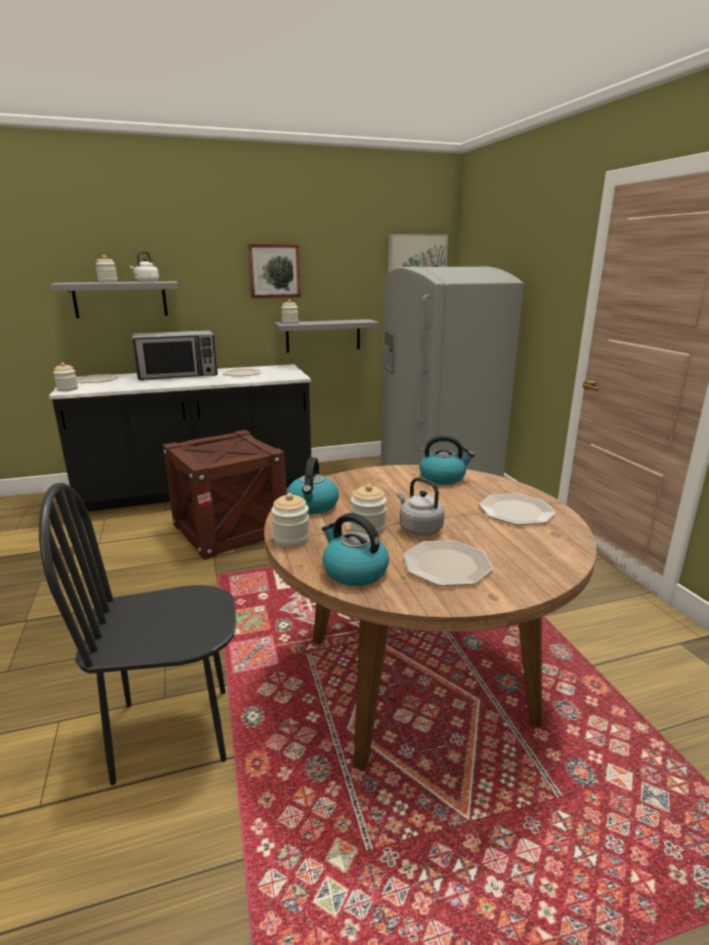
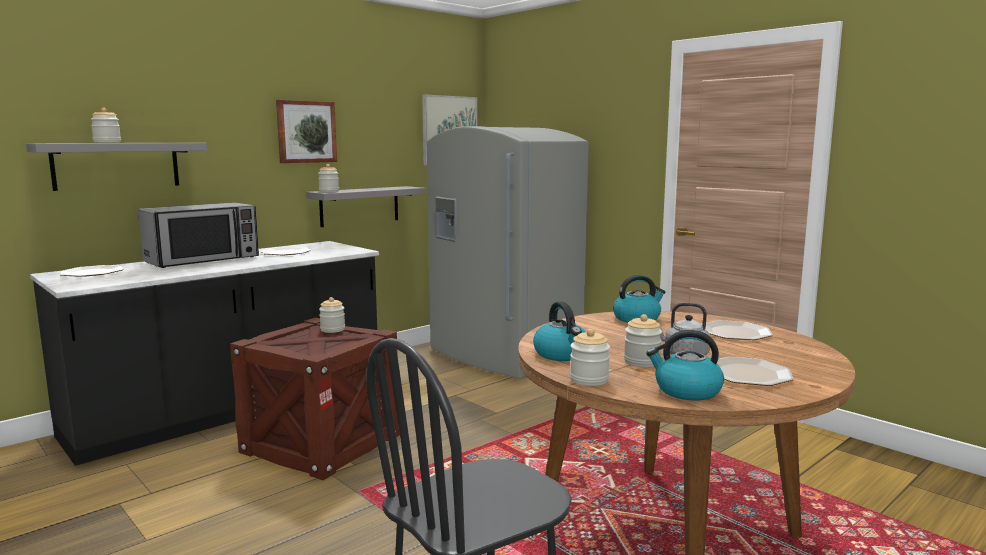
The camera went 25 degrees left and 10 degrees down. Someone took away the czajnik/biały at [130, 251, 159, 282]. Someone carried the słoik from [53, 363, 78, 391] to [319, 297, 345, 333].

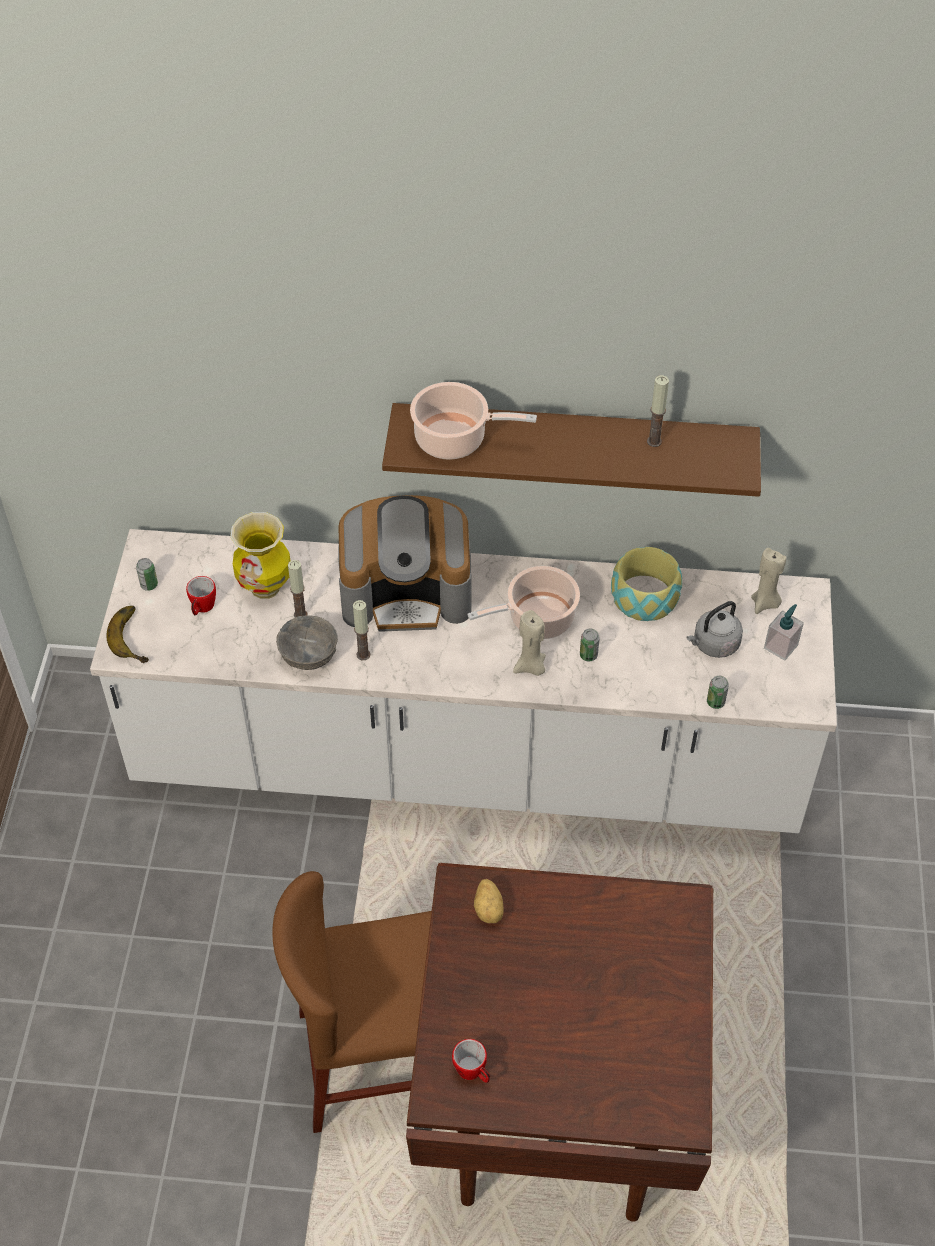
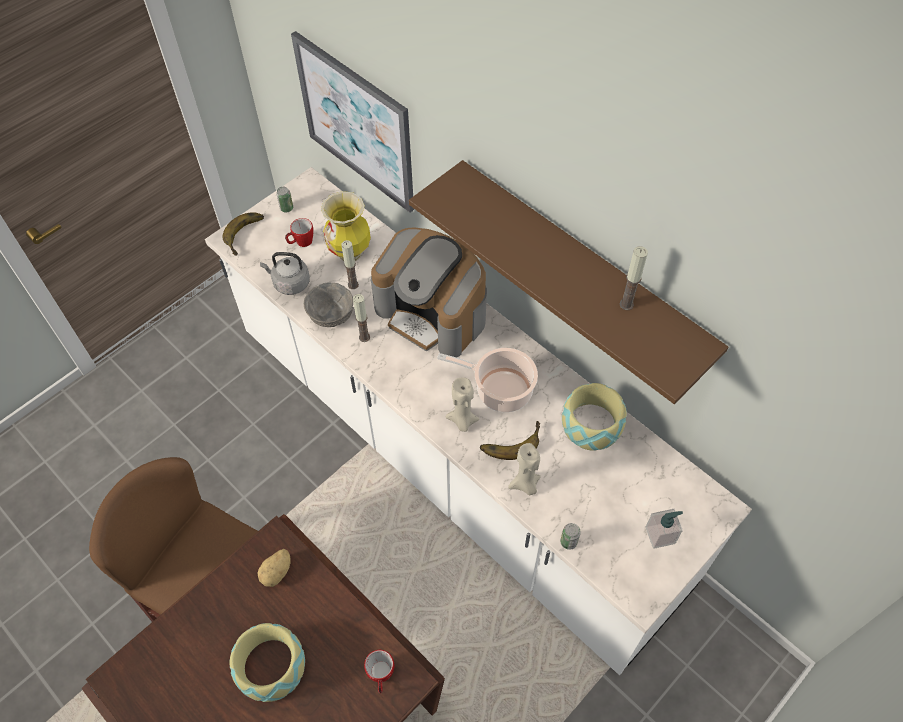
The camera went 40 degrees right and 5 degrees up. Someone took away the garnek at [410, 382, 537, 460]. Someone put down the miska at [230, 623, 305, 702]. Someone put up the obraz at [291, 31, 414, 213]. Someone carried the kubek from [452, 1039, 490, 1083] to [364, 650, 395, 693]. Someone carried the czajnik/szary from [686, 601, 743, 658] to [260, 252, 310, 295]. Someone carried the świeca/beżowy from [751, 548, 786, 614] to [508, 443, 541, 495]. Someone swapped the puszka at [580, 628, 600, 661] for the banan at [480, 421, 540, 460].

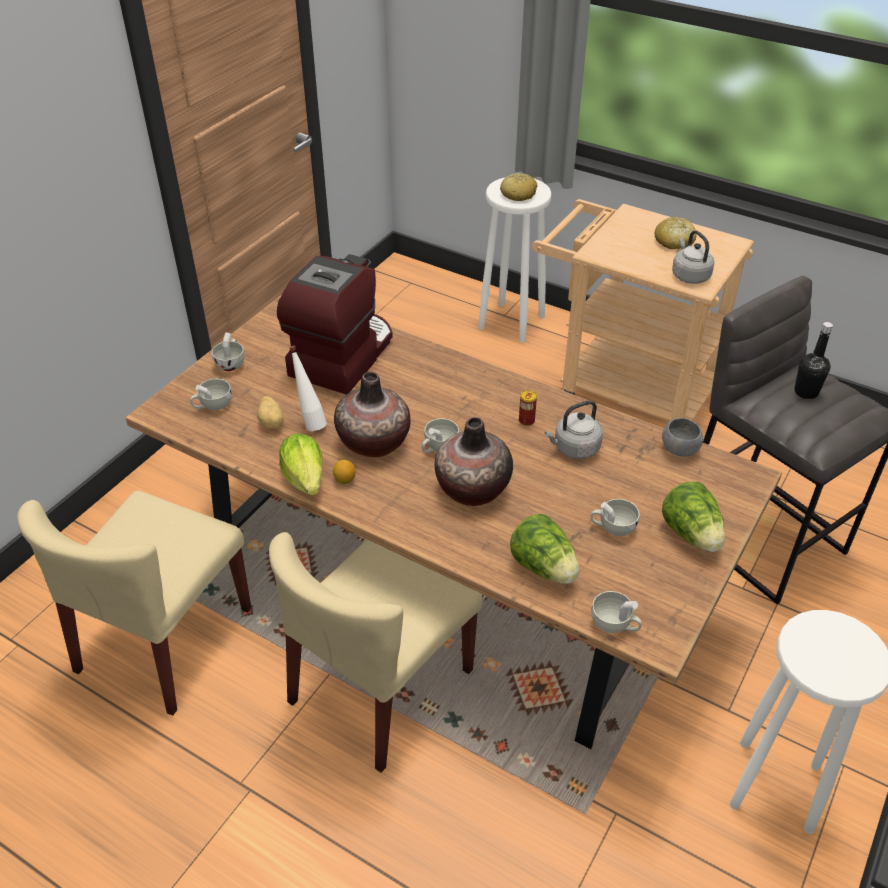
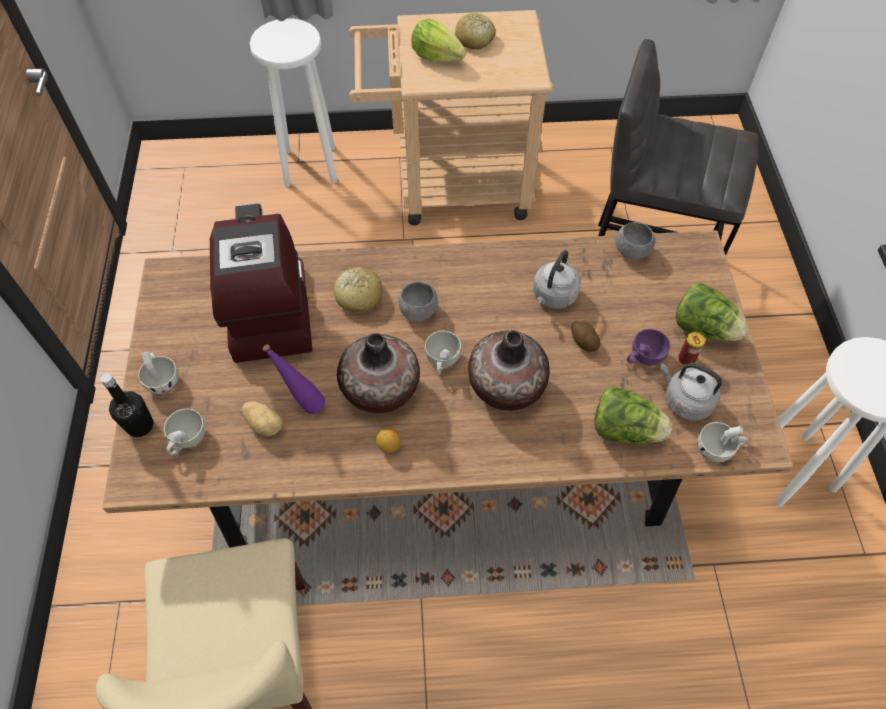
The camera went 35 degrees left and 15 degrees up. Someone took away the krzesło/beżowy at [269, 532, 483, 773]. Someone put down the miska/szary at [398, 281, 438, 321]. Someone put down the ziemniak at [571, 321, 600, 352]. Someone carried the sałata from [279, 433, 323, 496] to [412, 19, 466, 62]. Someone carried the chleb from [500, 173, 537, 201] to [334, 267, 383, 312]. Someone carried the puszka from [519, 390, 537, 426] to [678, 332, 705, 365]. Someone carried the czajnik/szary from [672, 230, 714, 284] to [660, 363, 722, 421]. Someone carried the butelka/czarny from [794, 322, 833, 399] to [101, 373, 153, 437]. Someone repainted the butelka/biały at [289, 346, 327, 431], which became the butelka/fioletowy at [263, 344, 325, 414]. Someone repainted the filiżanka/biały at [591, 499, 639, 536], which became the filiżanka/fioletowy at [627, 329, 671, 366].

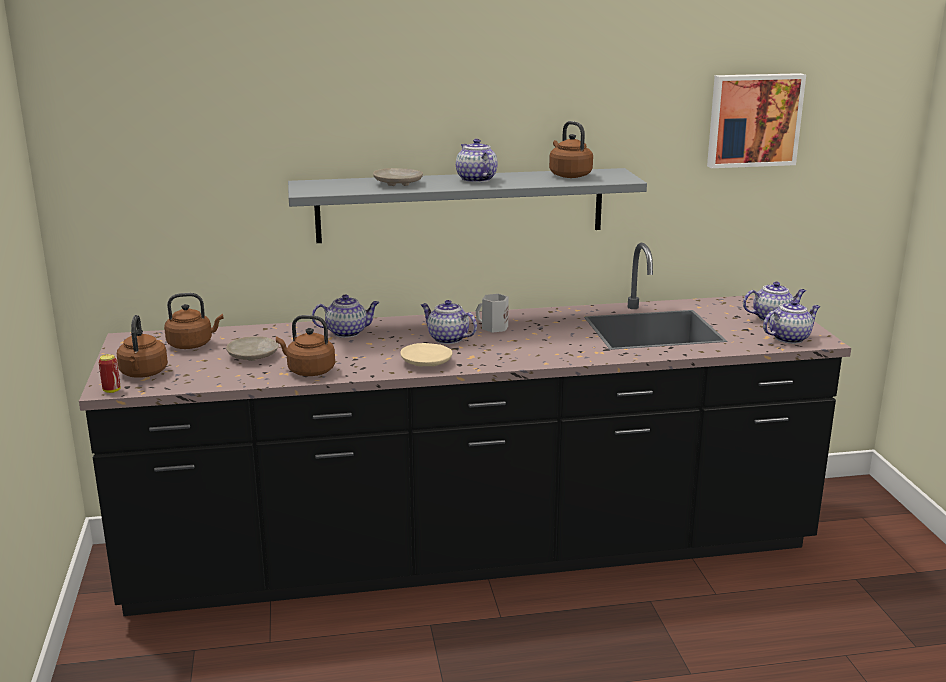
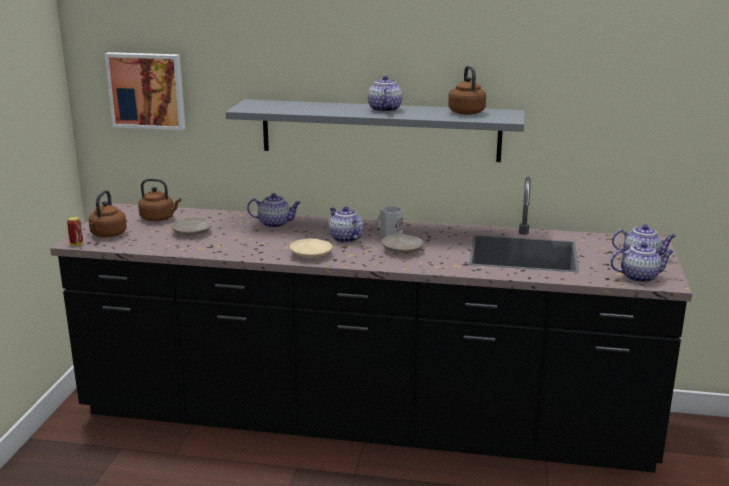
The camera went 20 degrees right and 0 degrees up. Someone took away the czajnik/brązowy at [276, 315, 335, 376]. Someone carried the talerz/beżowy from [373, 168, 423, 186] to [382, 234, 424, 254]. Someone carried the obraz from [707, 73, 806, 168] to [105, 52, 186, 130].

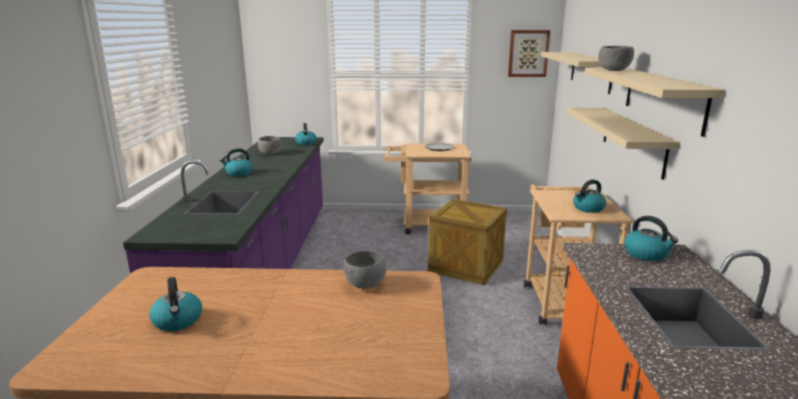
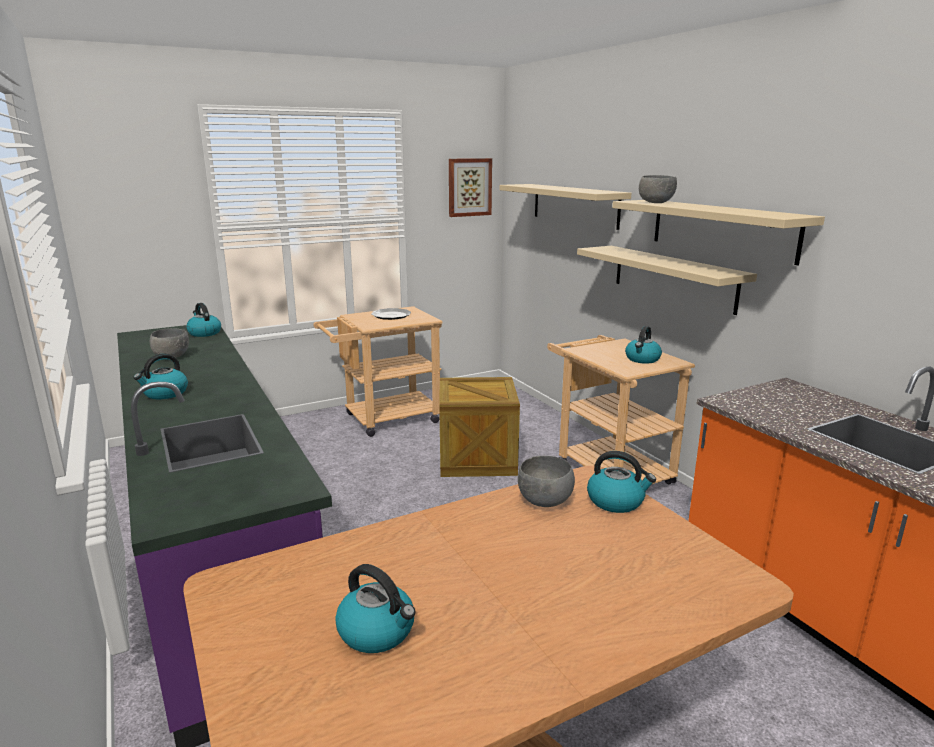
The camera went 30 degrees left and 0 degrees up. Someone carried the czajnik from [624, 216, 678, 261] to [587, 451, 656, 513].

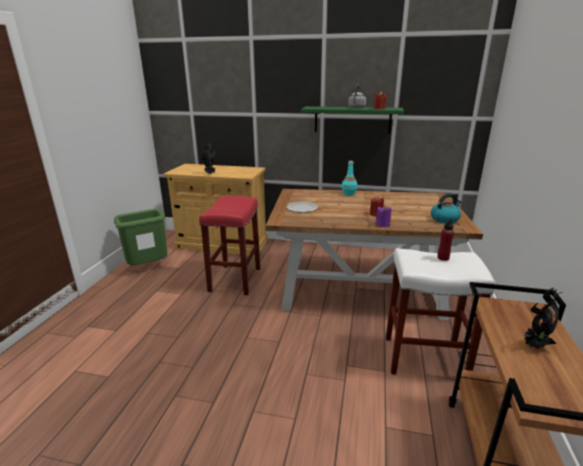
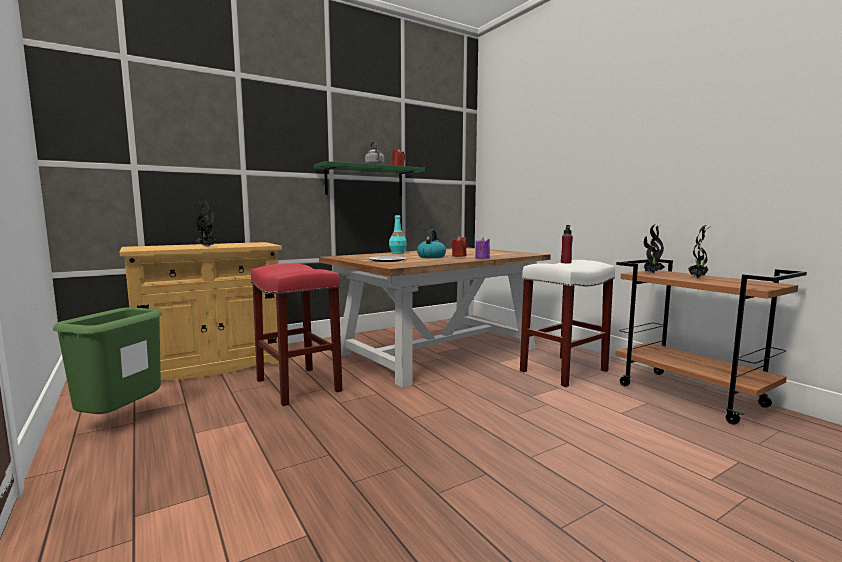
The camera went 45 degrees left and 15 degrees down. Someone put down the roślina doniczkowa at [643, 224, 665, 273]. Someone carried the czajnik from [431, 193, 461, 223] to [417, 229, 446, 258].

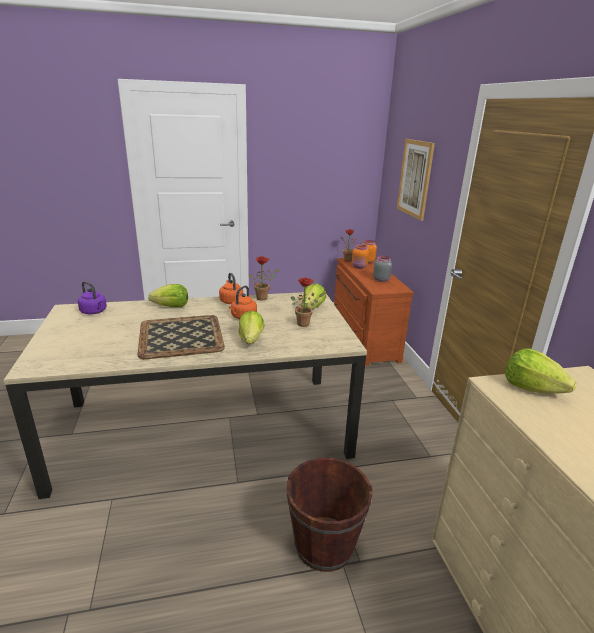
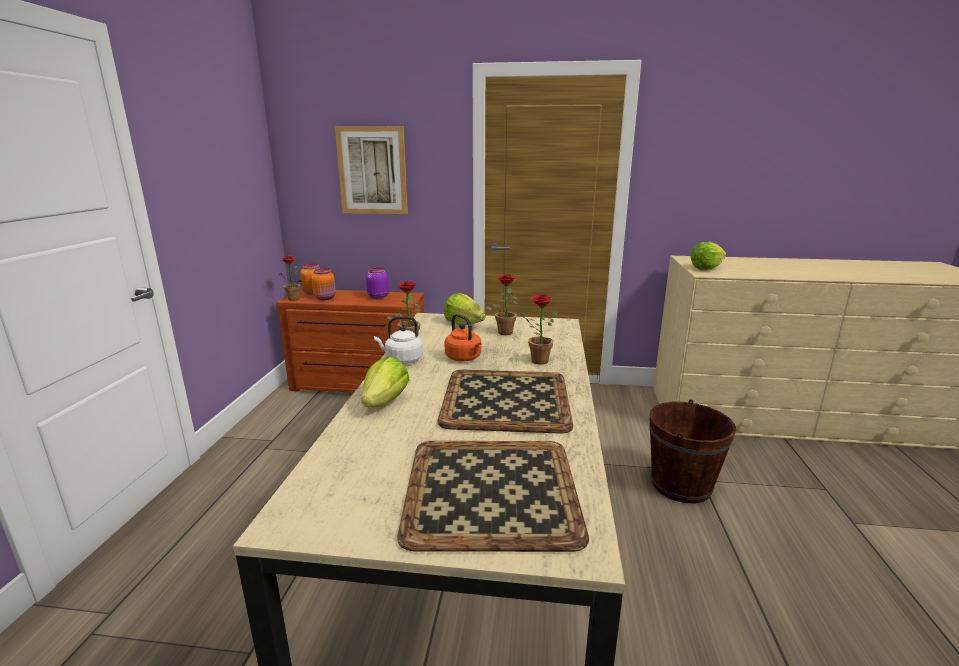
The camera went 70 degrees left and 5 degrees down. Someone took away the czajnik/fioletowy at [78, 281, 107, 315]. Someone put down the taca at [397, 441, 589, 552]. Someone swapped the sałata at [238, 311, 264, 344] for the roślina doniczkowa at [518, 294, 557, 365]. Someone repainted the czajnik/pomarańczowy at [219, 273, 243, 304], which became the czajnik/biały at [374, 316, 423, 364]. Someone repainted the słoik/szary at [373, 256, 392, 282], which became the słoik/fioletowy at [366, 267, 389, 299].

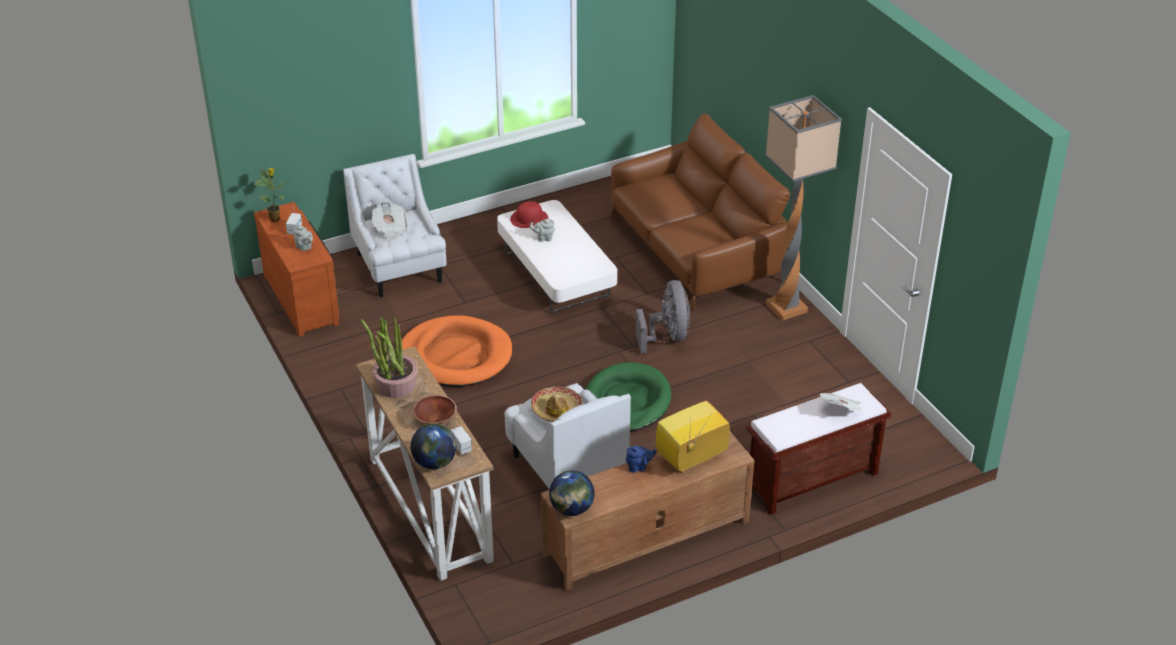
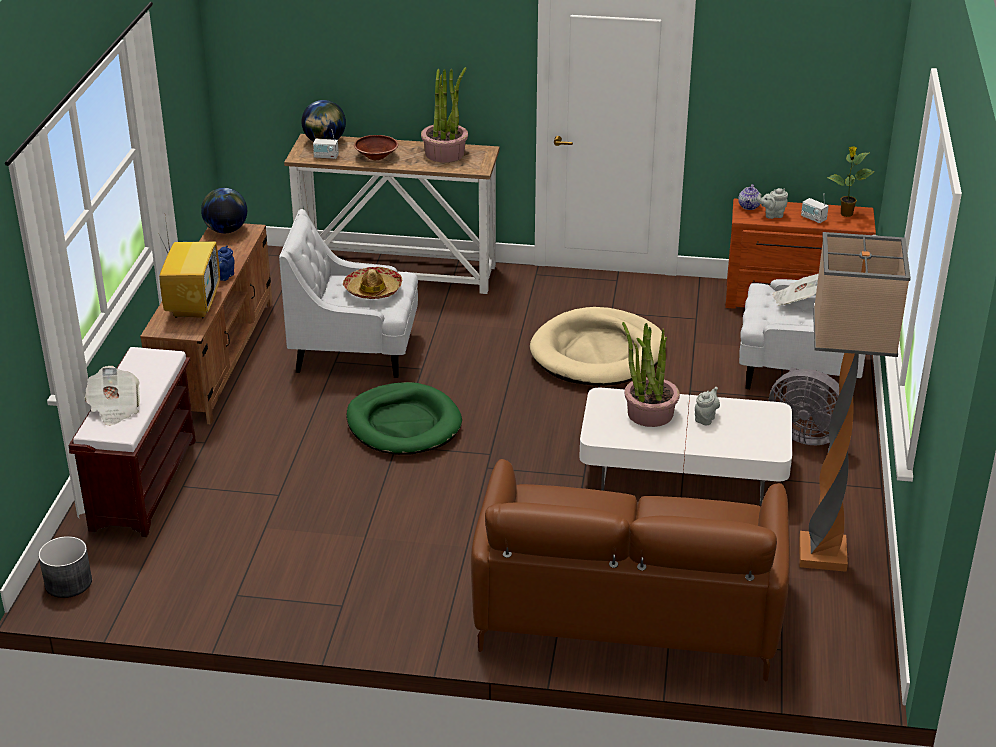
The camera went 125 degrees right and 5 degrees down. Someone took away the kapelusz/czerwony at [510, 201, 548, 228]. Someone put down the donica/szary at [38, 536, 92, 598]. Someone put down the roślina doniczkowa at [622, 322, 680, 427]. Someone put down the imbryk at [738, 184, 760, 210]. Someone carried the wentylator/szary from [636, 280, 690, 354] to [768, 367, 839, 445]. Someone carried the lampa stojąca from [765, 95, 842, 321] to [799, 232, 911, 572]. Someone repainted the legowisko/pomarańczowy at [402, 315, 512, 387], which became the legowisko/beżowy at [530, 307, 666, 386].

